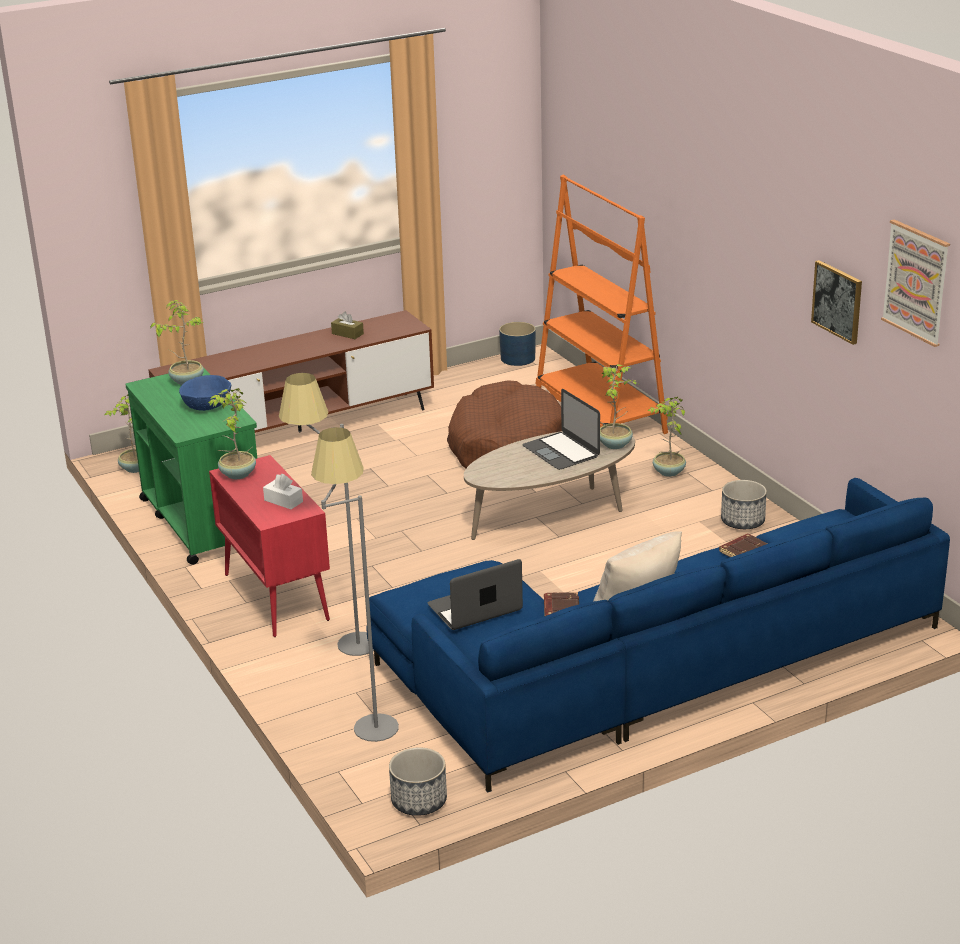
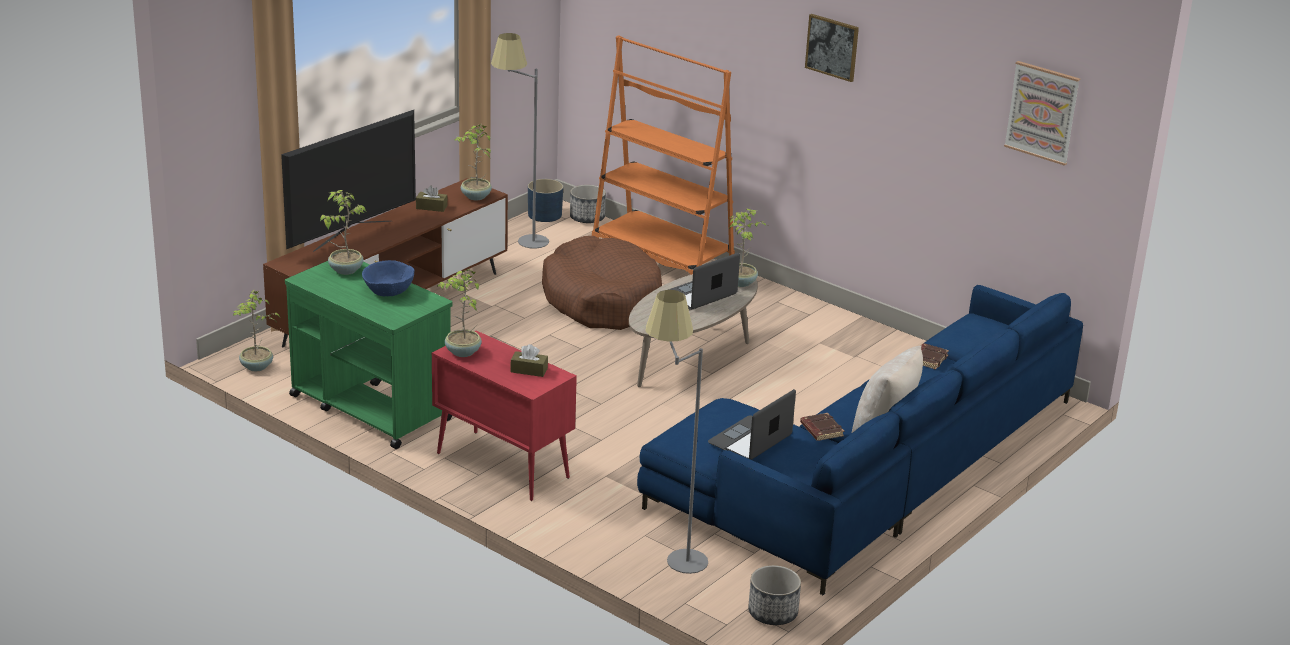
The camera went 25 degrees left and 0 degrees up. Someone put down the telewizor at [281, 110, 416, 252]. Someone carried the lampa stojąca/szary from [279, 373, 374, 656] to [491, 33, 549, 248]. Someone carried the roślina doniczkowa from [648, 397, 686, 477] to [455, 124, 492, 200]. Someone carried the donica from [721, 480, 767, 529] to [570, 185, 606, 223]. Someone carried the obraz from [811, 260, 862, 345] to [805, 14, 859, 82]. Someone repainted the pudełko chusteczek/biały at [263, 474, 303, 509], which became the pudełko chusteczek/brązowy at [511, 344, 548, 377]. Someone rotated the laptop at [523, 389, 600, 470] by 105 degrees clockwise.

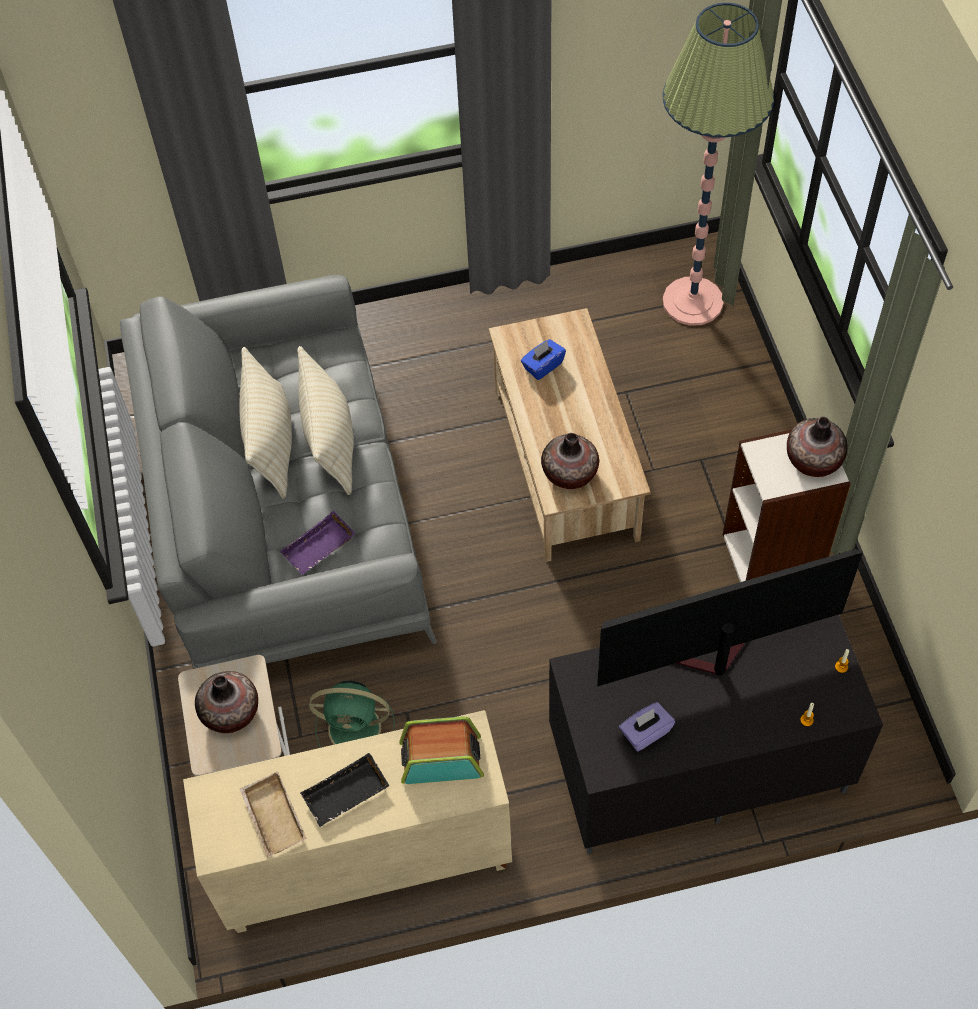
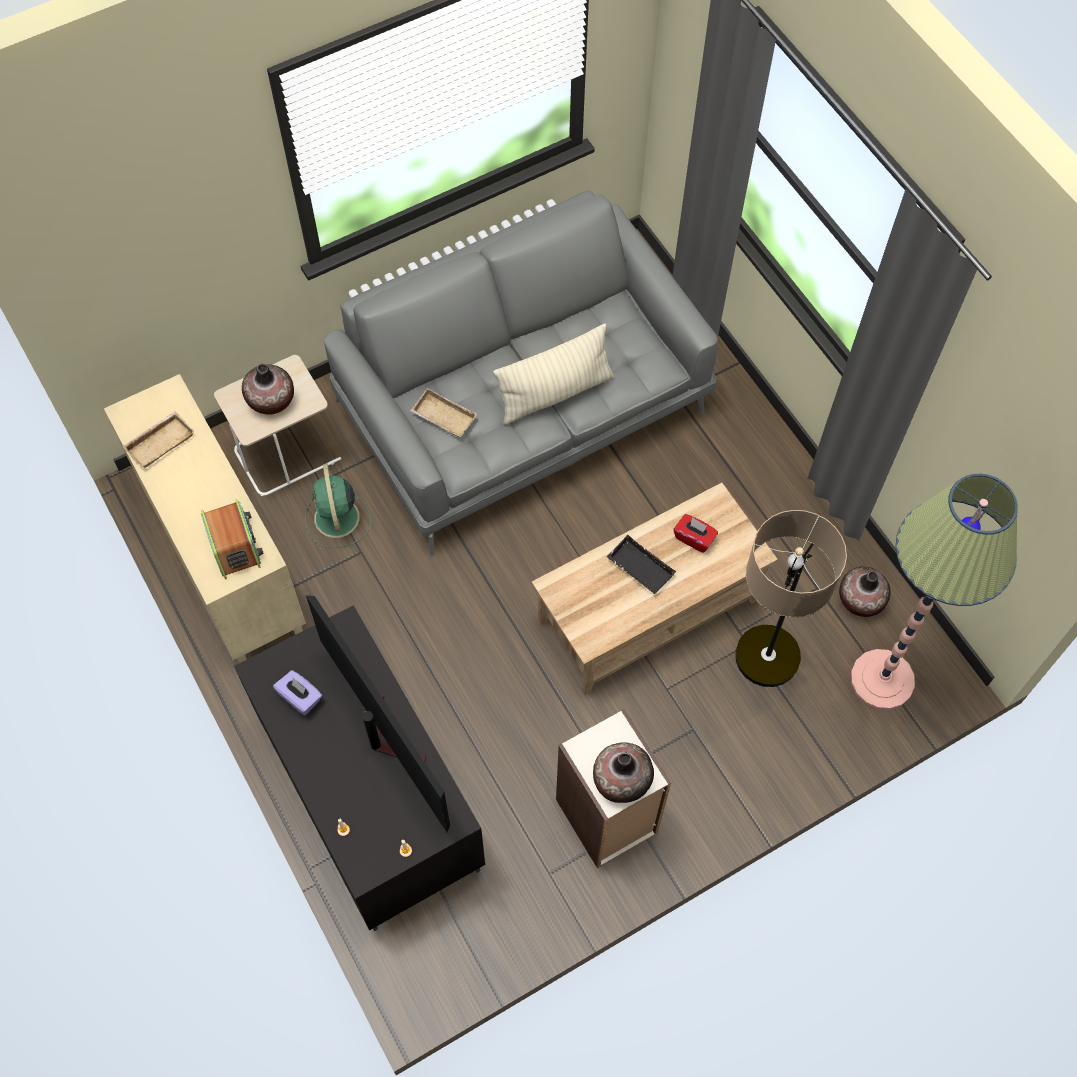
The camera went 70 degrees right and 5 degrees up. Someone took away the poduszka/beżowy at [240, 347, 292, 499]. Someone put down the lampa stojąca at [735, 510, 847, 687]. Someone carried the taca/czarny from [300, 753, 390, 827] to [606, 535, 676, 594]. Someone carried the wazon from [541, 433, 599, 489] to [839, 567, 891, 617]. Someone repainted the taca/fioletowy at [280, 511, 356, 575], which became the taca/beżowy at [410, 388, 477, 437]. Someone repainted the pudełko chusteczek/niebieski at [521, 339, 566, 380], which became the pudełko chusteczek/czerwony at [674, 514, 718, 553].

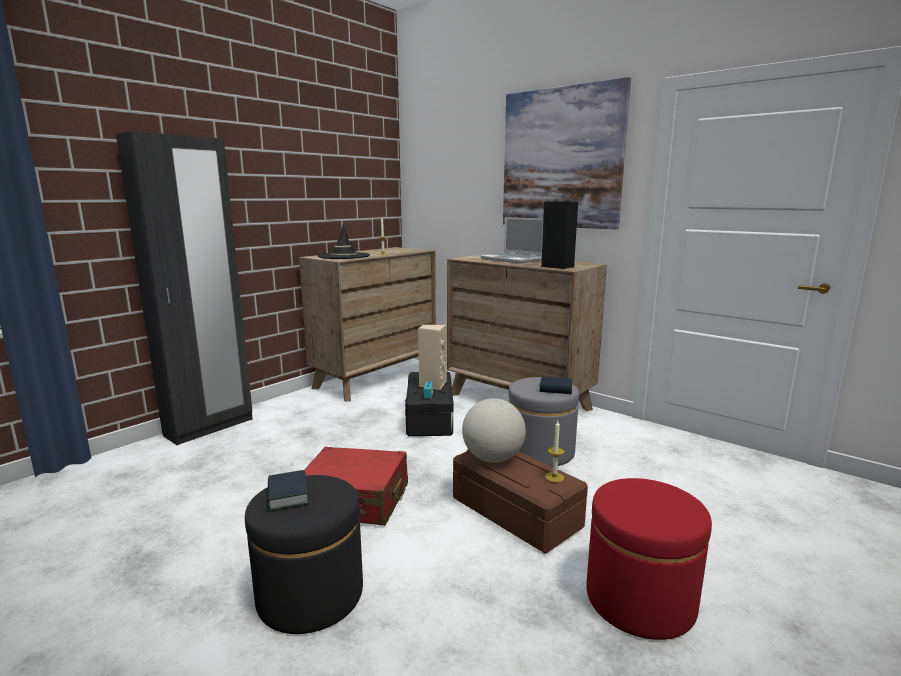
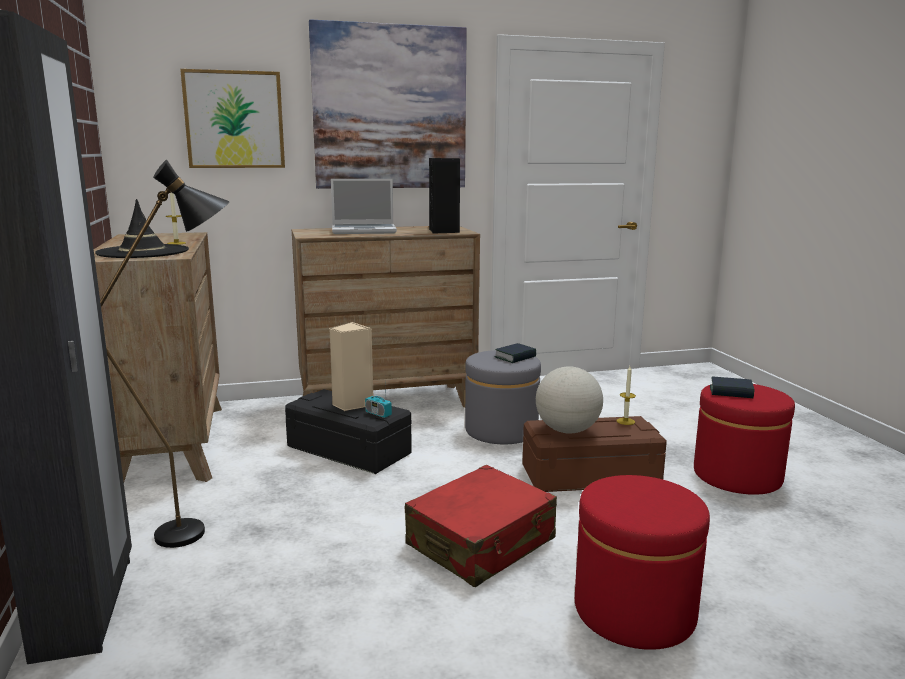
The camera went 55 degrees left and 0 degrees up. Someone put down the lampa stojąca/czarny at [100, 160, 230, 548]. Someone put up the obraz at [180, 69, 285, 168]. Someone carried the książka from [268, 470, 309, 511] to [710, 376, 755, 398]. Someone repainted the pufa/czarny at [245, 475, 363, 634], which became the pufa/czerwony at [575, 475, 710, 650].

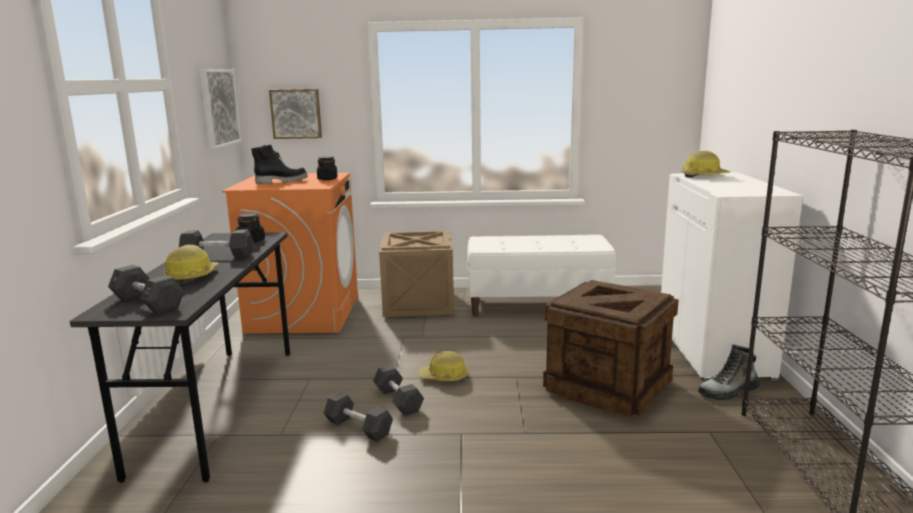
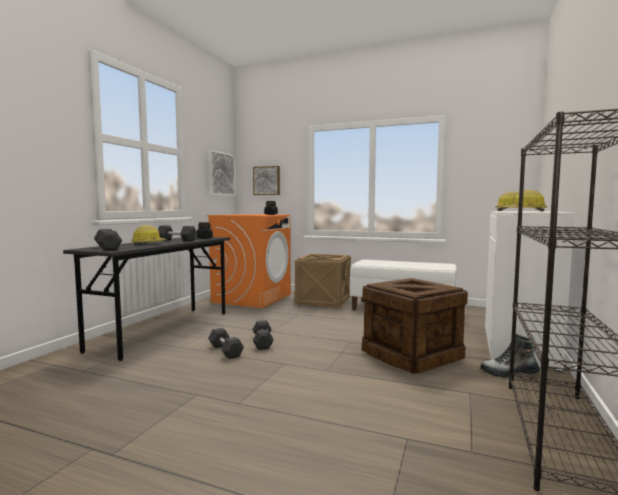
The camera went 20 degrees right and 10 degrees down. Someone took away the but z cholewką/czarny at [251, 145, 308, 184]. Someone carried the kask from [419, 351, 469, 381] to [505, 190, 547, 212].

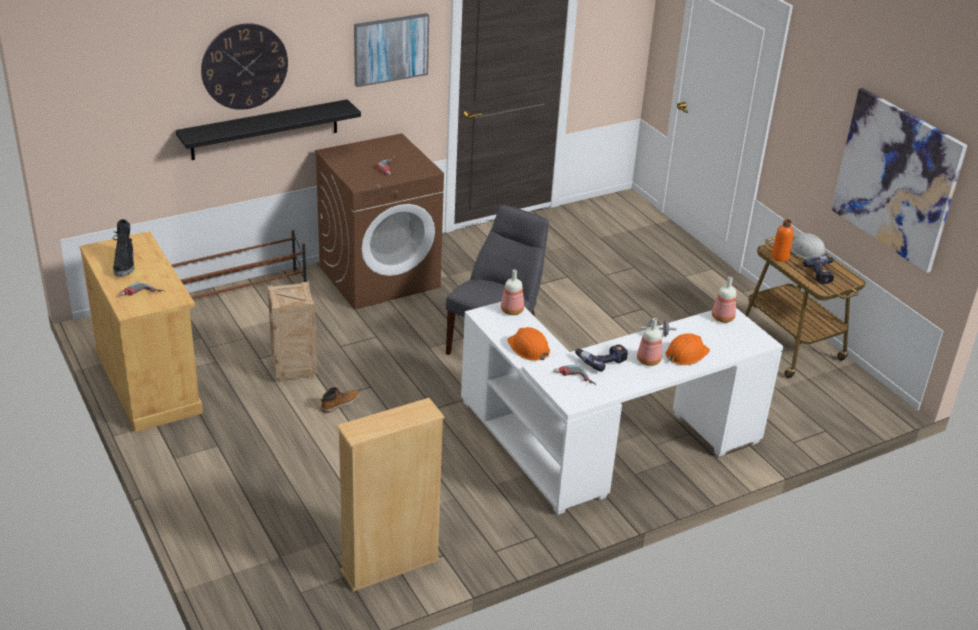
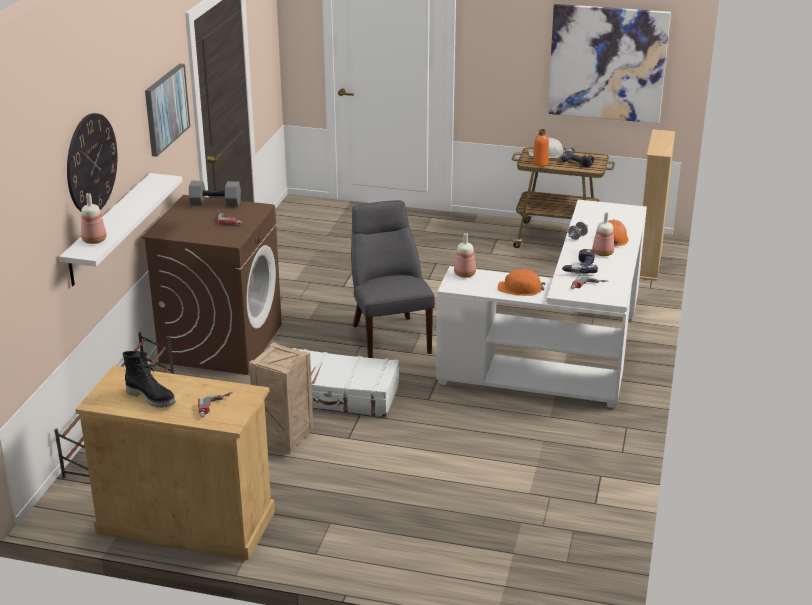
The camera went 45 degrees left and 5 degrees down. Someone took away the but z cholewką at [321, 387, 359, 413]. Someone put down the hantel/szary at [189, 181, 241, 206]. Someone put down the walizka/biały at [292, 348, 399, 417]. Someone carried the regał/beżowy from [336, 398, 445, 592] to [639, 129, 675, 281]. Someone carried the butelka from [712, 277, 736, 323] to [81, 193, 107, 244]. Someone repainted the półka/czarny at [176, 99, 361, 160], which became the półka/biały at [59, 173, 183, 286].

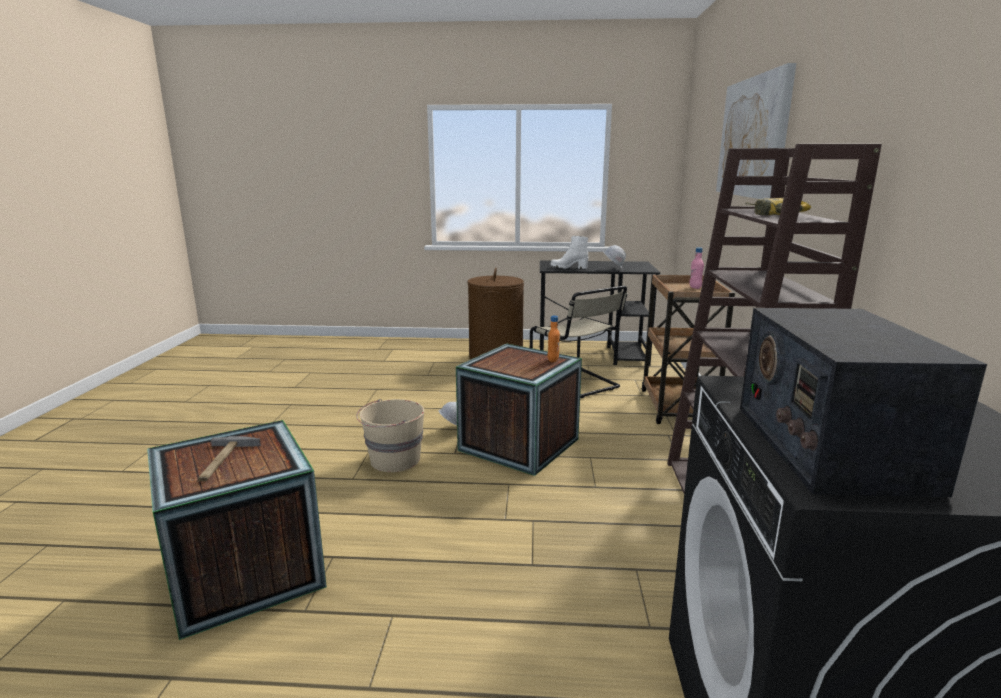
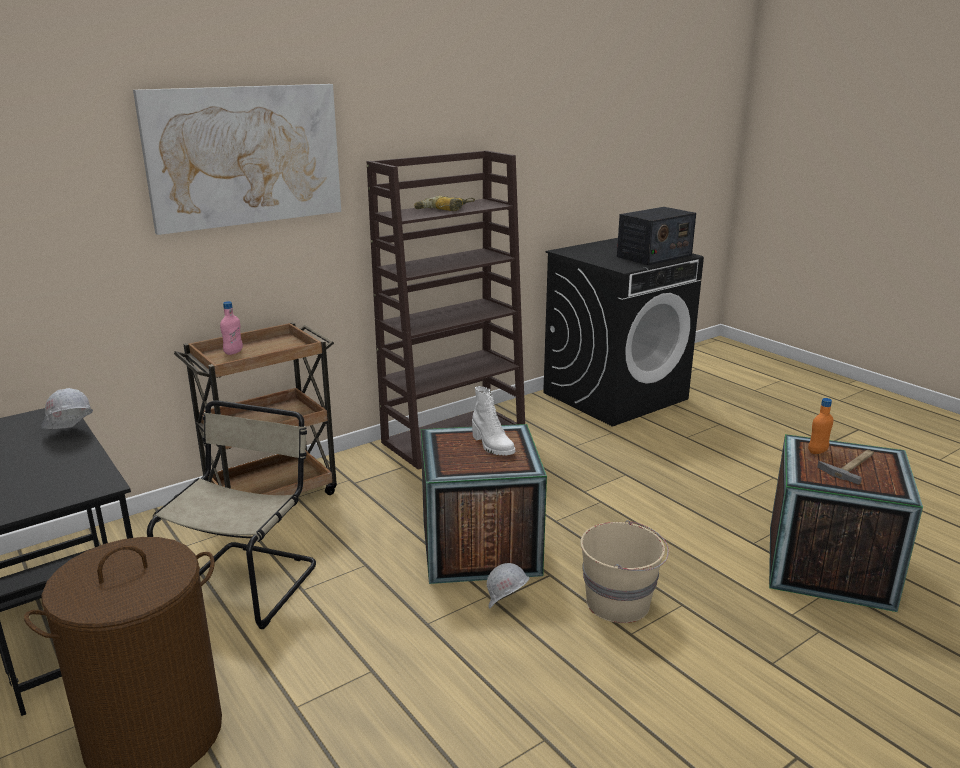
The camera went 130 degrees left and 5 degrees up. Someone carried the butelka/pomarańczowy from [548, 316, 560, 362] to [808, 398, 834, 454]. Someone carried the but z cholewką/biały from [550, 236, 588, 269] to [472, 386, 515, 456].

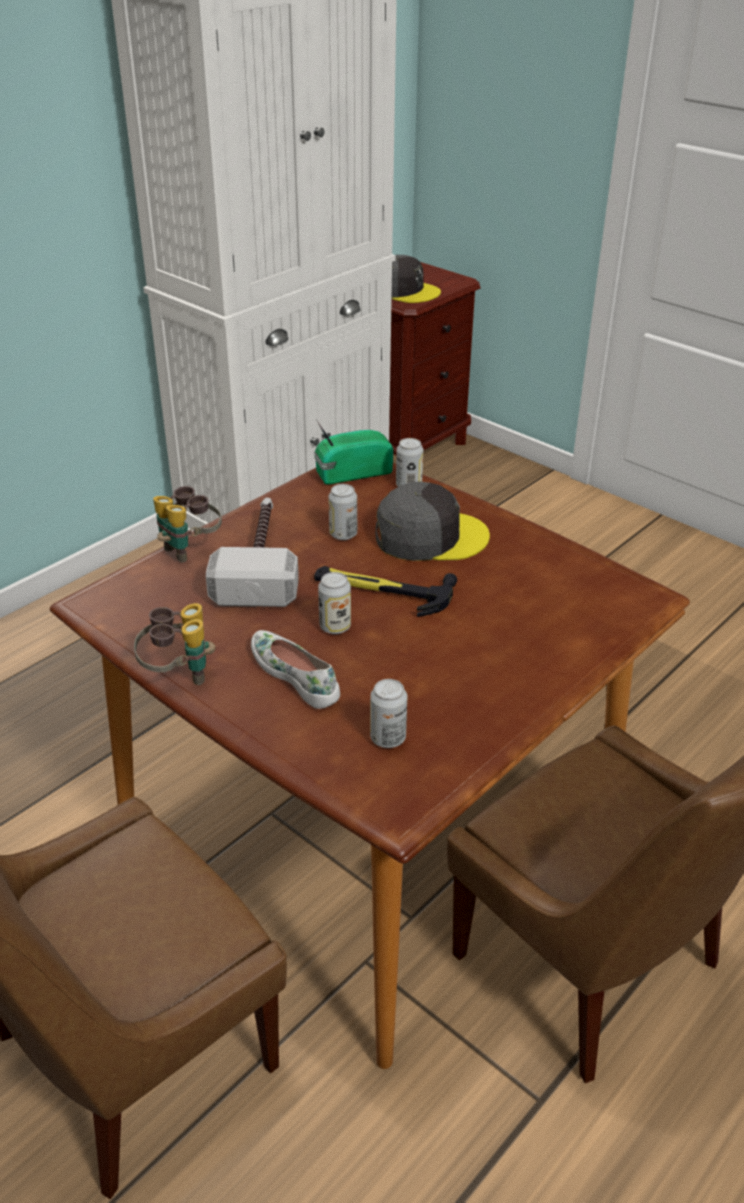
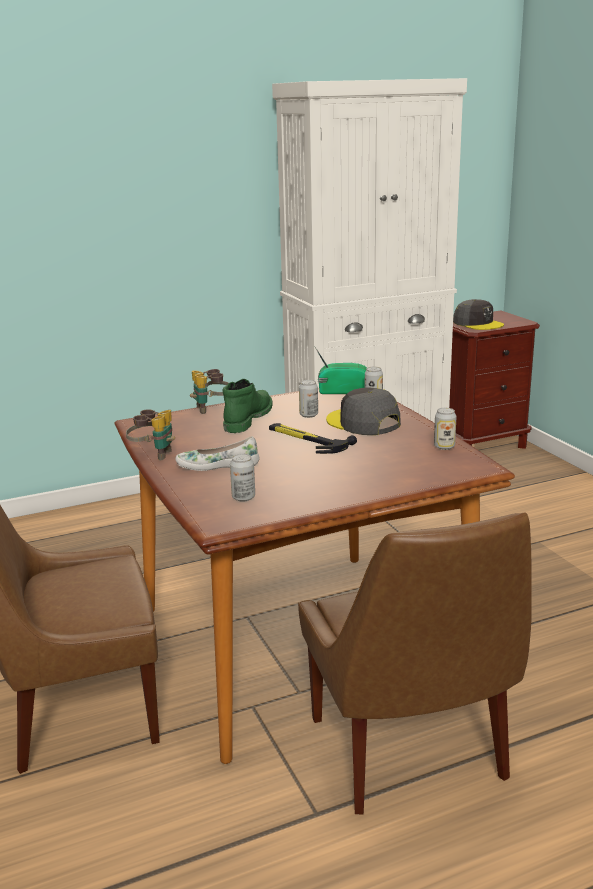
The camera went 25 degrees right and 15 degrees down. Someone carried the puszka from [318, 572, 351, 634] to [434, 408, 456, 450]. Someone swapped the młotek at [206, 497, 299, 607] for the but z cholewką/zielony at [223, 379, 273, 433]. Someone rotated the but/biały at [251, 630, 340, 709] by 75 degrees counterclockwise. Someone rotated the czapka z daszkiem/szary at [376, 482, 490, 561] by 150 degrees counterclockwise.

